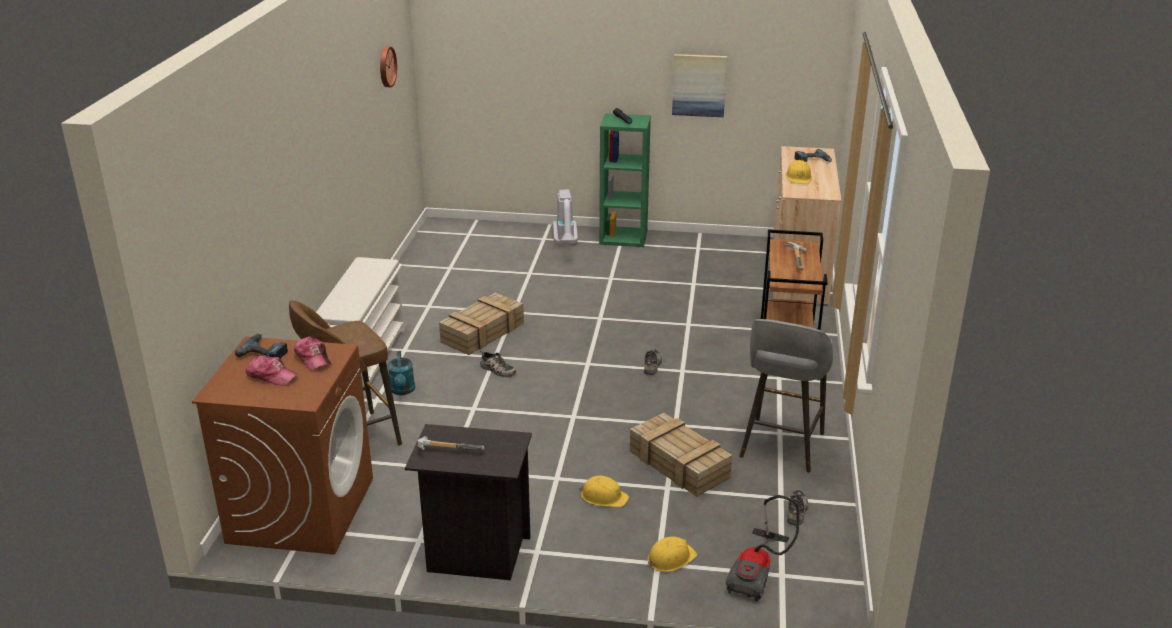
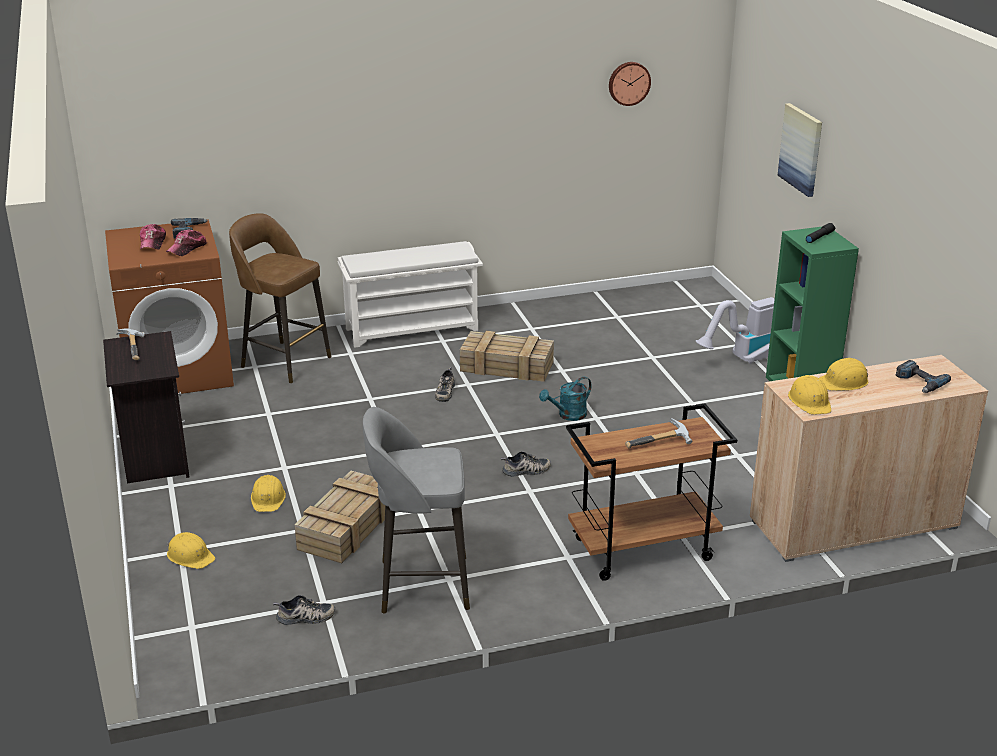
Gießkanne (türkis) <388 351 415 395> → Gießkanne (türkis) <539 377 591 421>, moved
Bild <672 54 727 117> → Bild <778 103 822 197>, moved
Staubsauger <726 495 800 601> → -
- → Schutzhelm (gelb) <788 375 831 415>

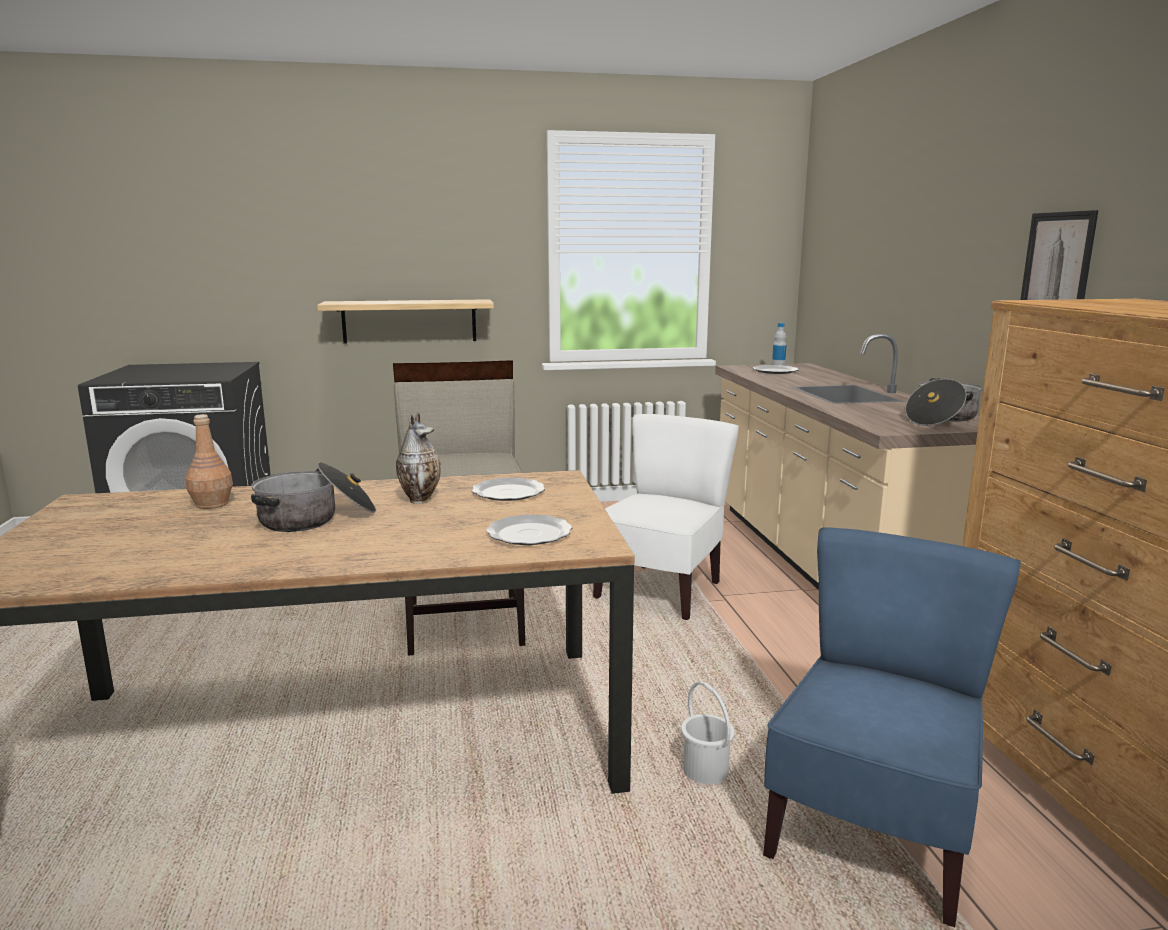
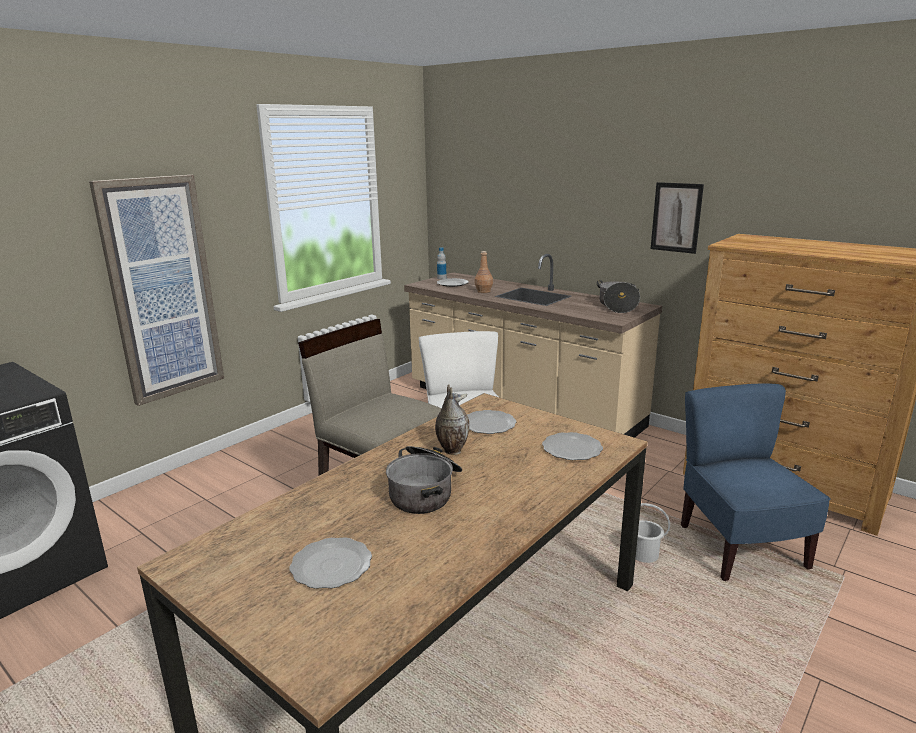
Flasche (braun) <186 414 233 509> → Flasche (braun) <474 251 493 293>, moved
Wandregal <317 299 494 344> → Bild <89 175 224 406>
- → Teller <289 537 372 589>

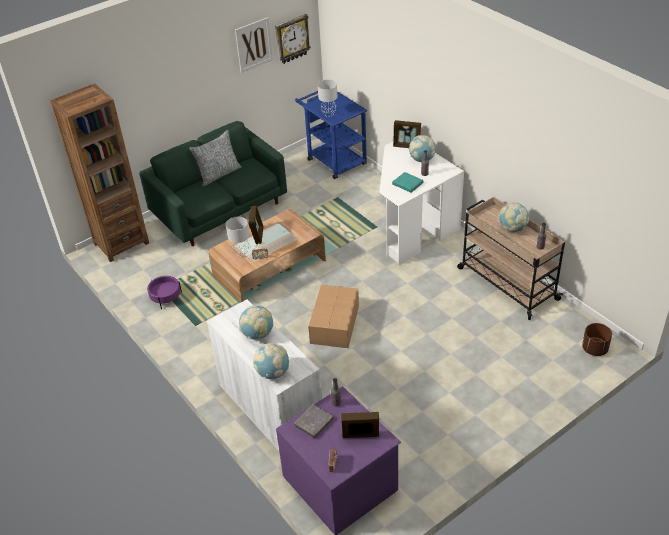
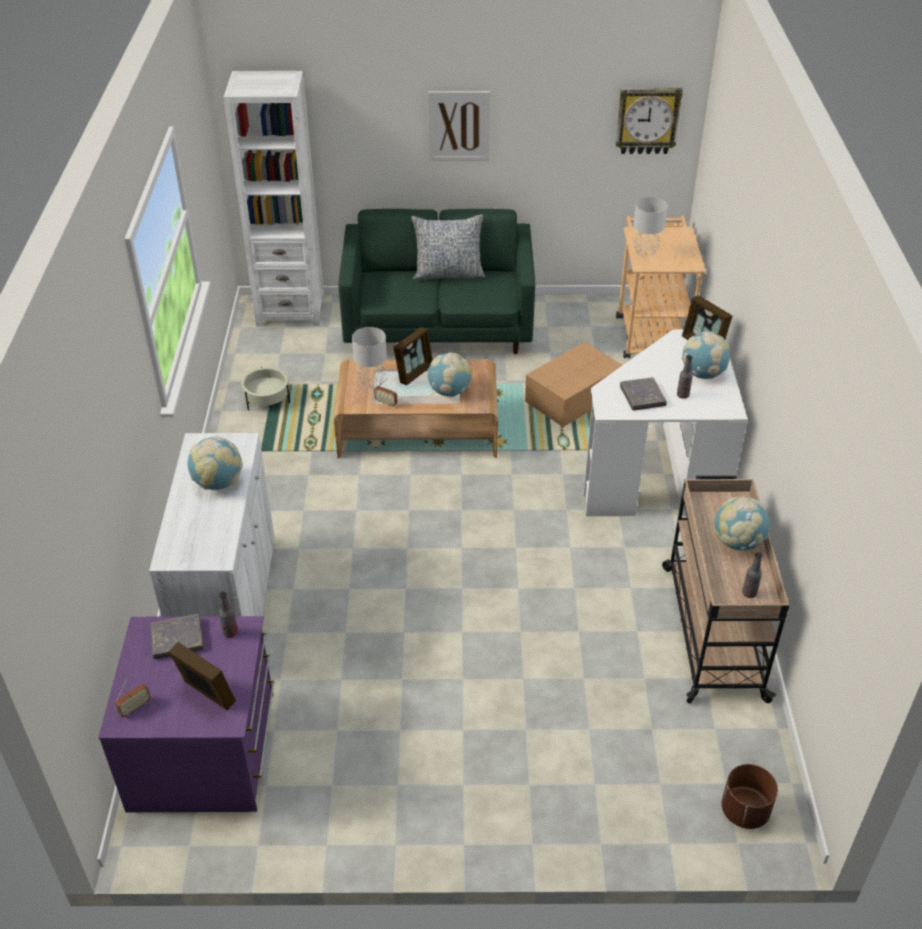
Bücherregal (braun) <50 84 149 262> → Bücherregal (weiß) <224 71 324 326>
Pflanzkübel (lila) <147 276 182 309> → Pflanzkübel (beige) <241 367 290 411>
Bild <235 17 273 73> → Bild <428 91 490 161>, moved
Globus <253 343 289 379> → Globus <427 352 472 397>, moved
Rollwagen (blau) <295 91 367 179> → Rollwagen (beige) <616 216 706 358>
Karton <308 285 359 348> → Karton <525 342 622 427>, moved
Buch (türkis) <392 172 423 193> → Buch (grau) <620 377 667 411>

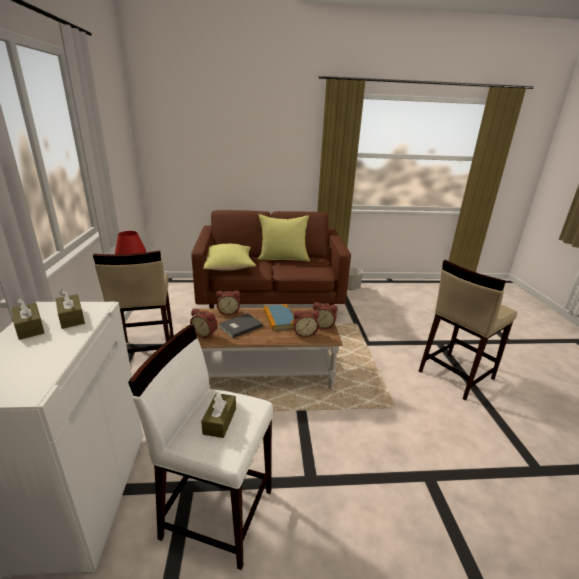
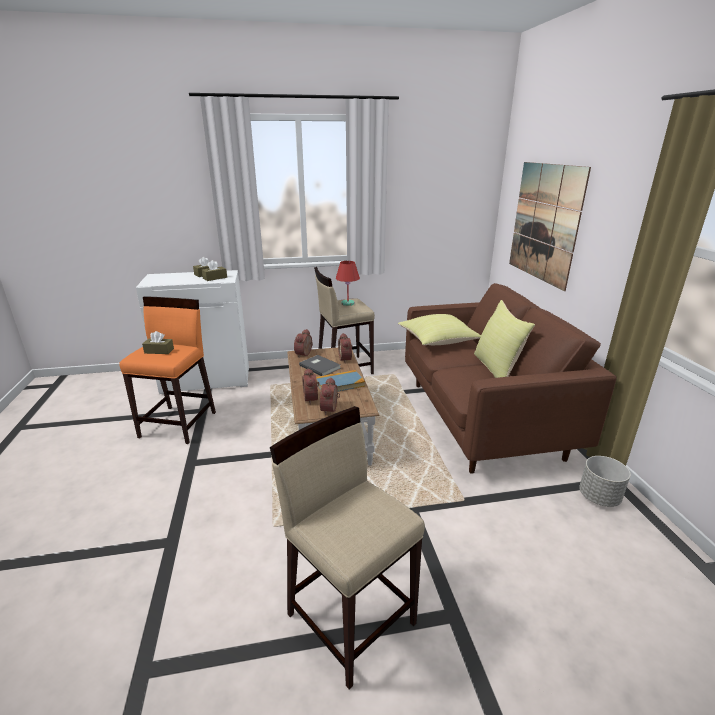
Hocker (weiß) <128 325 273 570> → Hocker (orange) <119 296 216 444>
- → Bild <509 162 591 291>

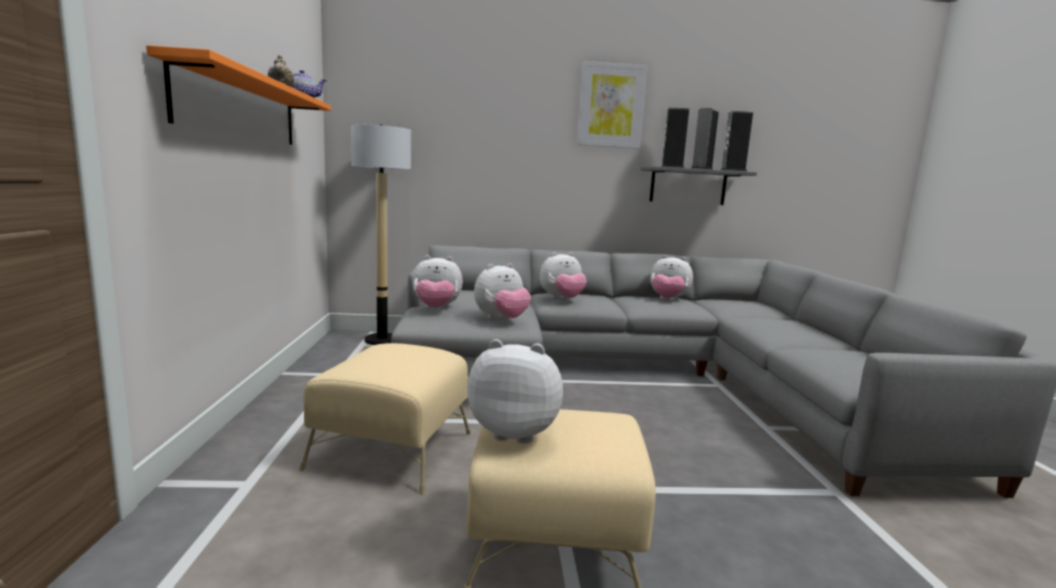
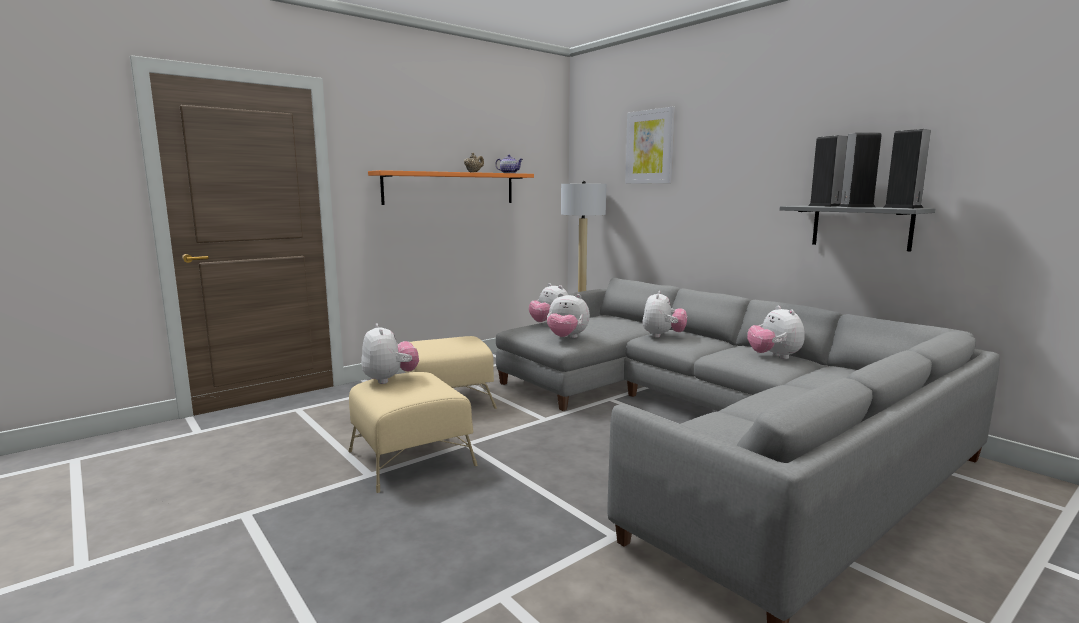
Plüschtier <540 252 587 299> → Plüschtier <642 291 687 338>, 105 degrees counterclockwise
Bild <577 61 648 149> → Bild <625 107 675 184>, moved

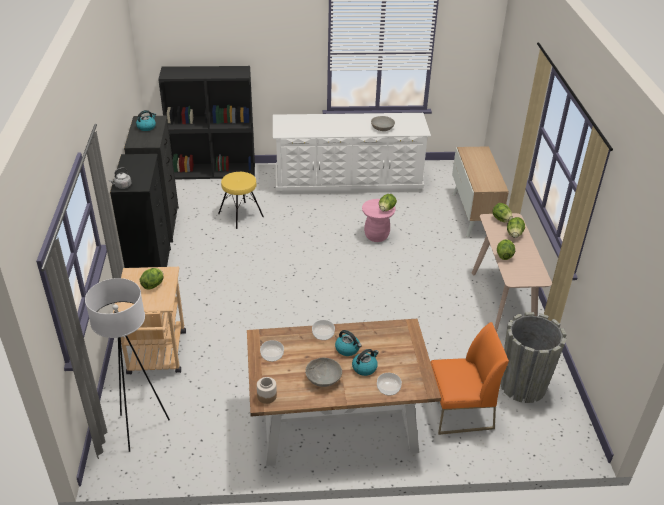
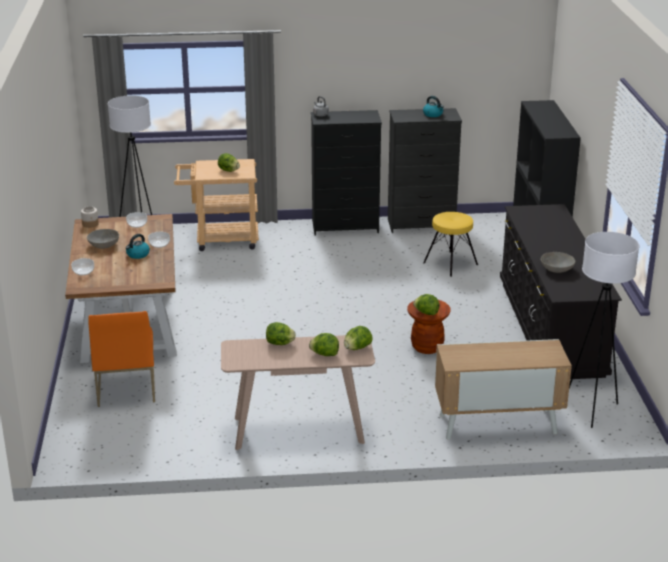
Kommode (weiß) <273 113 431 194> → Kommode (schwarz) <500 204 622 379>
Wasserkessel <352 349 379 376> → -
Hocker (rosa) <362 199 396 242> → Hocker (braun) <407 300 451 354>
Pflanzkübel (grau) <500 312 567 403> → -
- → Stehlampe (weiß) <569 232 639 428>

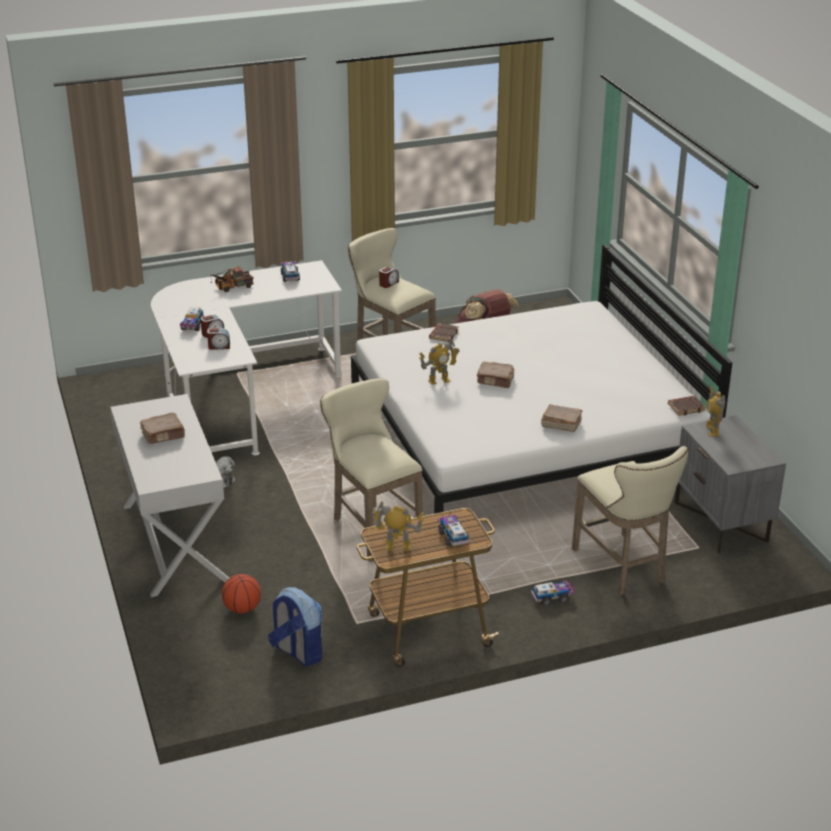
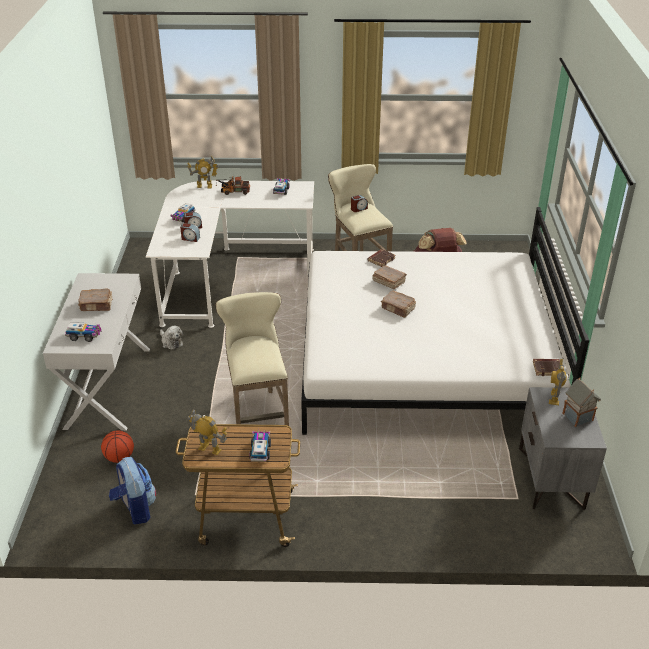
Spielzeugroboter <419 338 460 385> → Spielzeugroboter <187 155 219 188>, moved
Spielzeuglaster <531 580 574 606> → Spielzeuglaster <65 322 102 342>, moved
Buch (braun) <541 404 582 432> → Buch (braun) <372 265 407 289>, moved
Hocker (beige) <572 446 688 595> → -
- → Spielzeughaus <562 378 601 427>

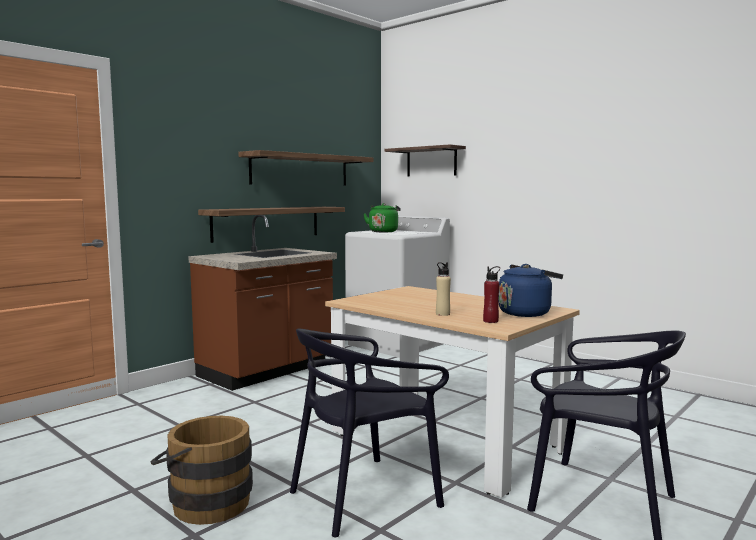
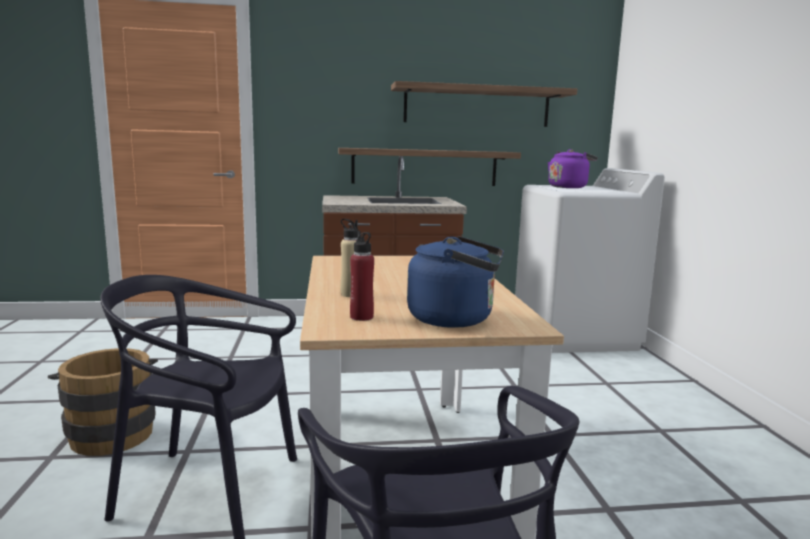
Wasserkessel (grün) <363 203 401 232> → Wasserkessel (lila) <548 149 598 188>
Wandregal <384 144 466 177> → -

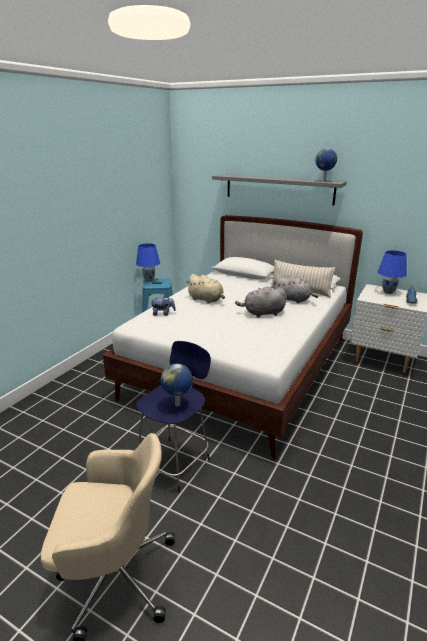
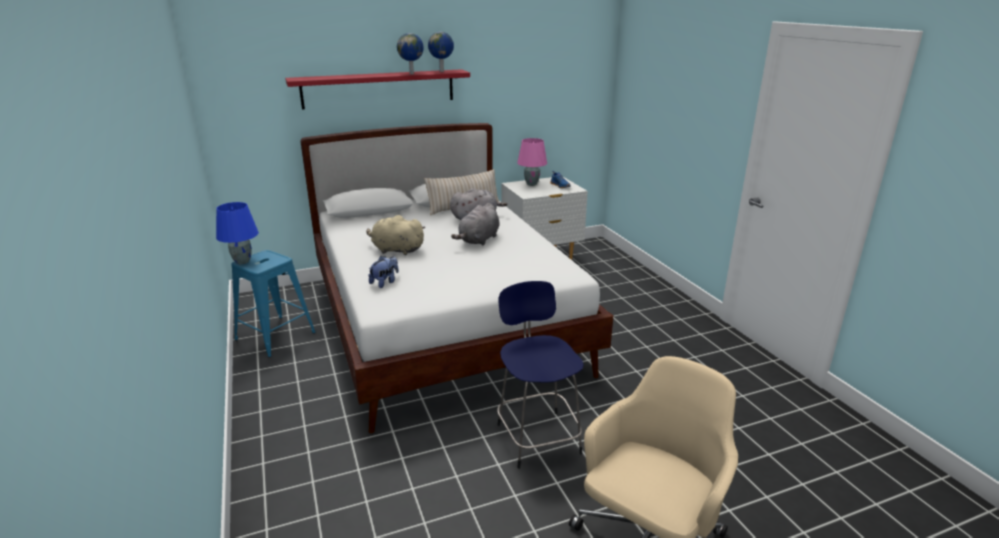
Globus <161 363 193 407> → Globus <397 33 424 74>, moved
Plüschtier (beige) <186 274 225 304> → Plüschtier (beige) <366 215 425 255>, 150 degrees counterclockwise
Wandregal (grau) <212 174 346 206> → Wandregal (rot) <285 69 470 110>
Tischlampe (blau) <378 250 407 294> → Tischlampe (rosa) <517 138 547 186>

